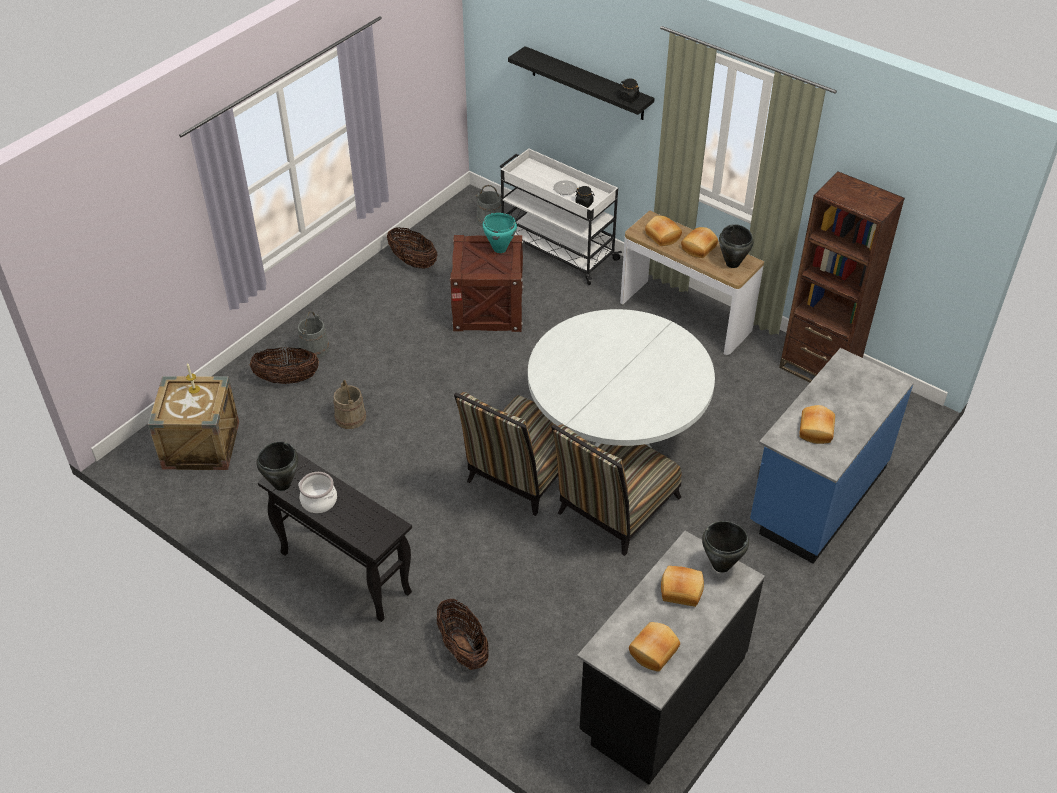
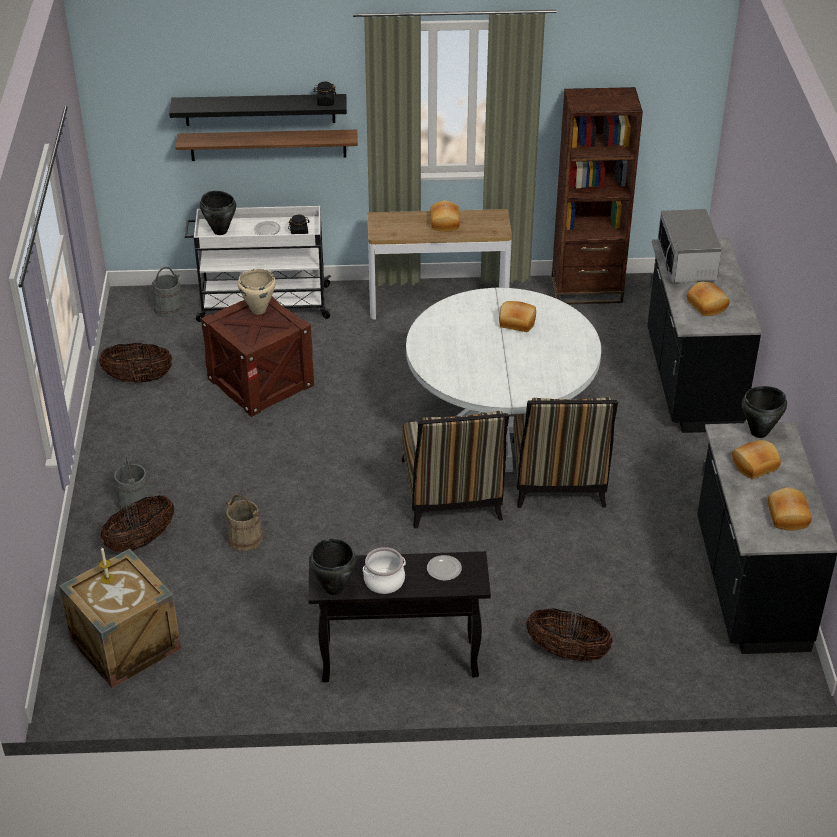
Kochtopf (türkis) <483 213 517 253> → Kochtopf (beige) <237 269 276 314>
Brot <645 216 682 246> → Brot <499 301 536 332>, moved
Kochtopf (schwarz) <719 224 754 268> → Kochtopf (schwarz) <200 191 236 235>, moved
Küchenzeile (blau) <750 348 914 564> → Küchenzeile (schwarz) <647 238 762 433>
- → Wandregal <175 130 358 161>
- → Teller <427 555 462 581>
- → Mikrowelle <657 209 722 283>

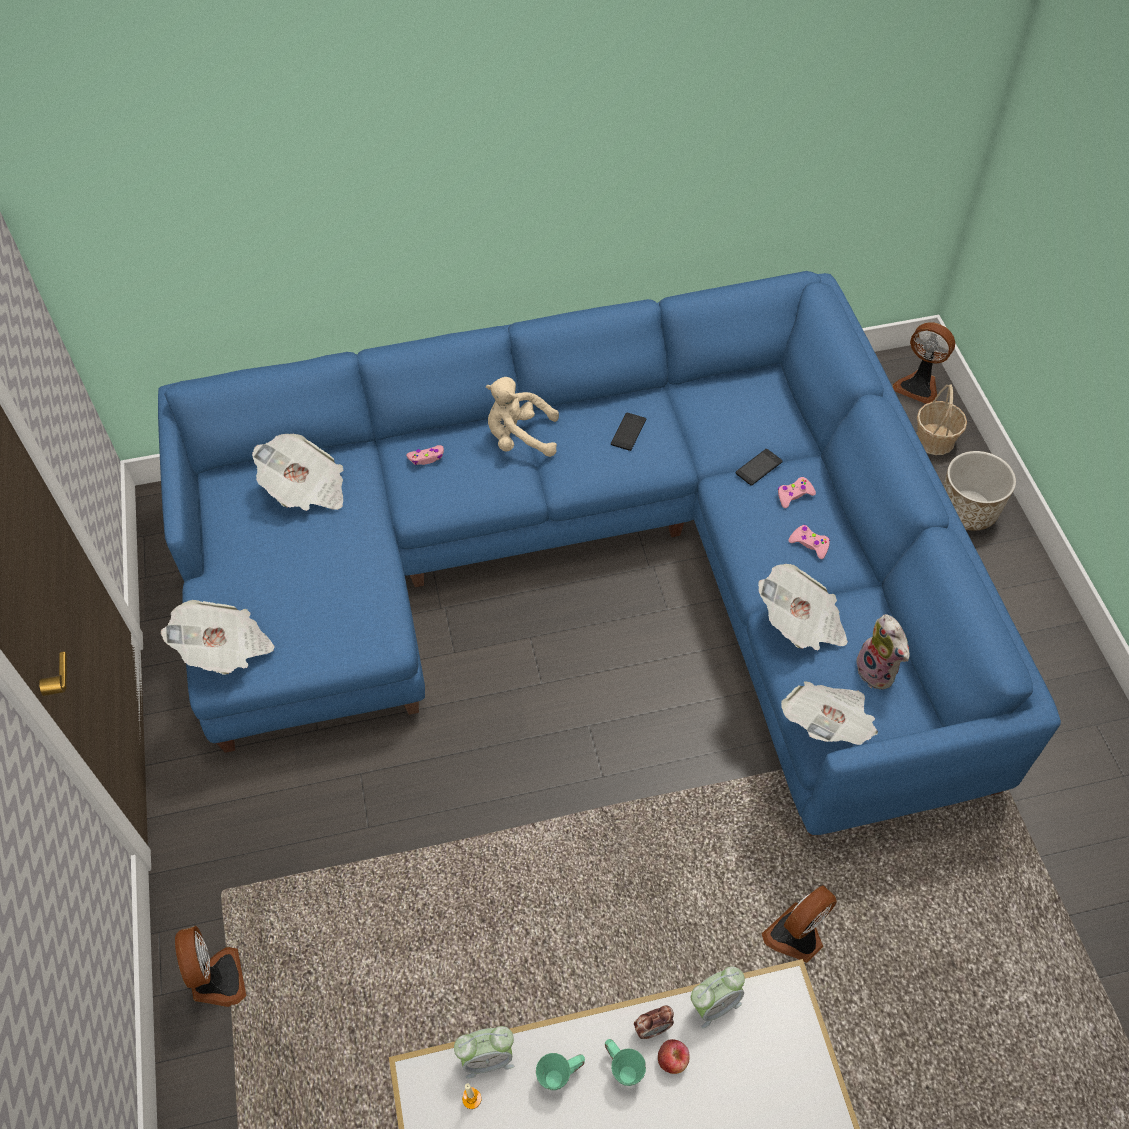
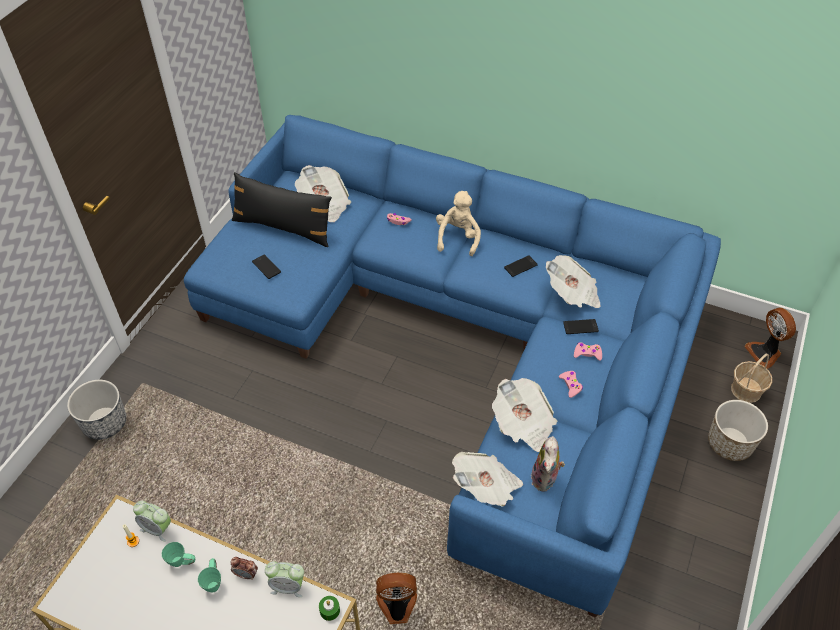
Zeitung <161 600 275 674> → Zeitung <546 255 601 308>, moved
Ventilator <175 926 246 1007> → Pflanzkübel <67 380 126 440>
Plüschtier (beige) <486 377 559 457> → Plüschtier (beige) <436 191 481 256>, 60 degrees clockwise
Apfel <658 1039 690 1074> → -
- → Kissen (schwarz) <232 172 332 247>
- → Handy <252 254 281 279>
- → Kerze (grün) <319 596 340 621>

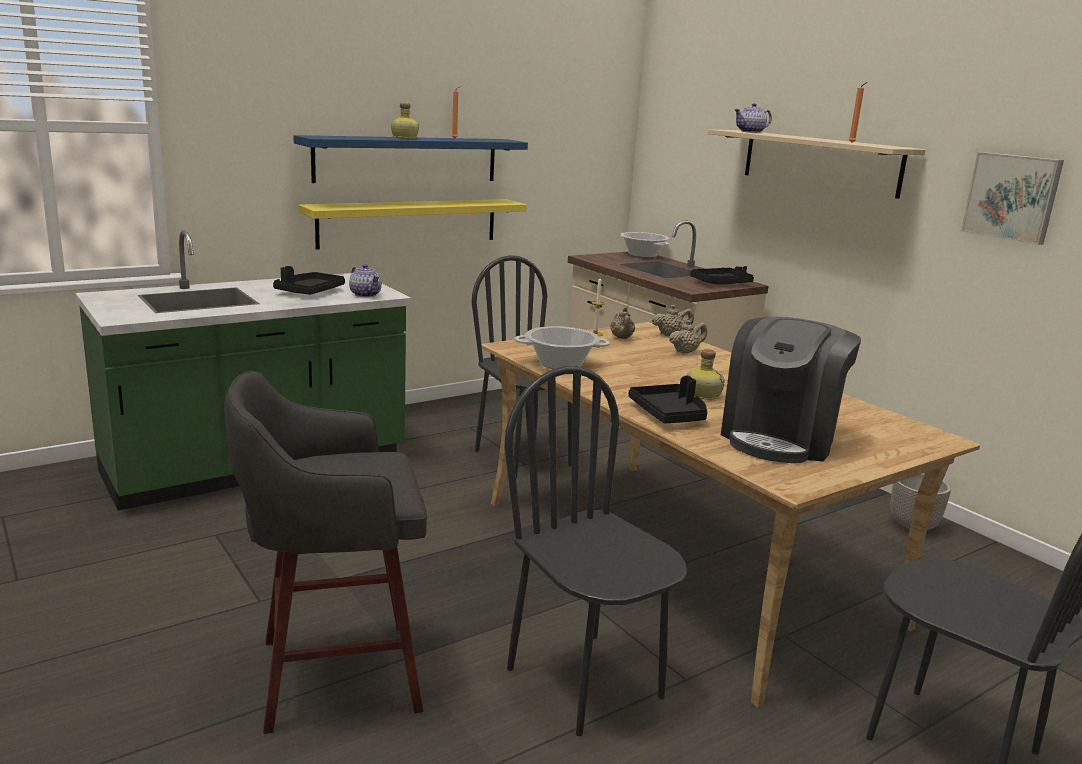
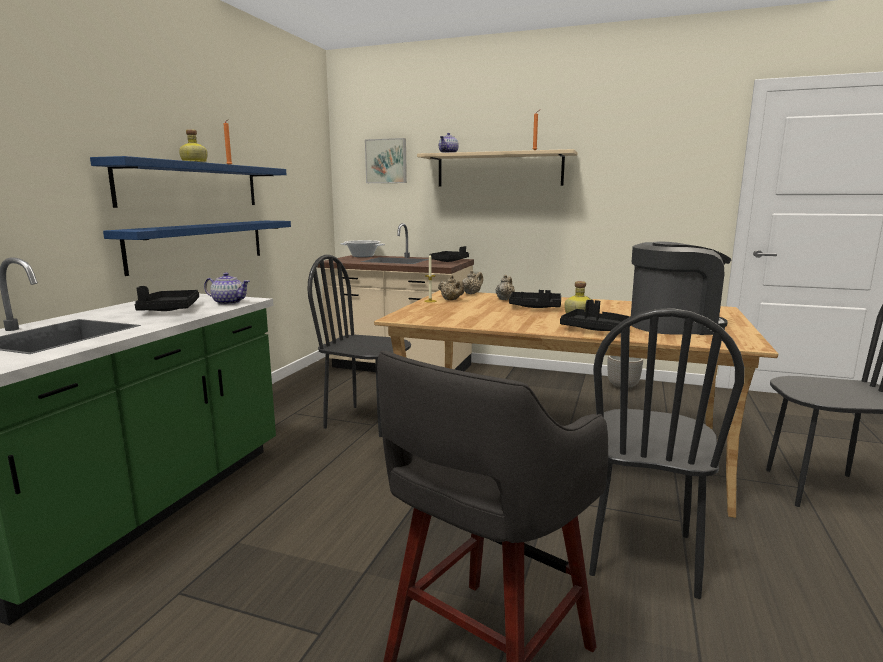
Wandregal (gelb) <298 199 527 250> → Wandregal (blau) <103 221 291 276>
Stuhl (schwarz) <504 366 687 736> → Stuhl (schwarz) <589 308 745 599>, 90 degrees counterclockwise
Kochtopf <514 326 610 369> → -
Kaffeemaschine <721 317 861 463> → Kaffeemaschine <631 242 731 335>, 90 degrees counterclockwise
Bild <961 152 1064 245> → Bild <365 138 407 183>, moved
- → Tablett (schwarz) <509 290 561 308>

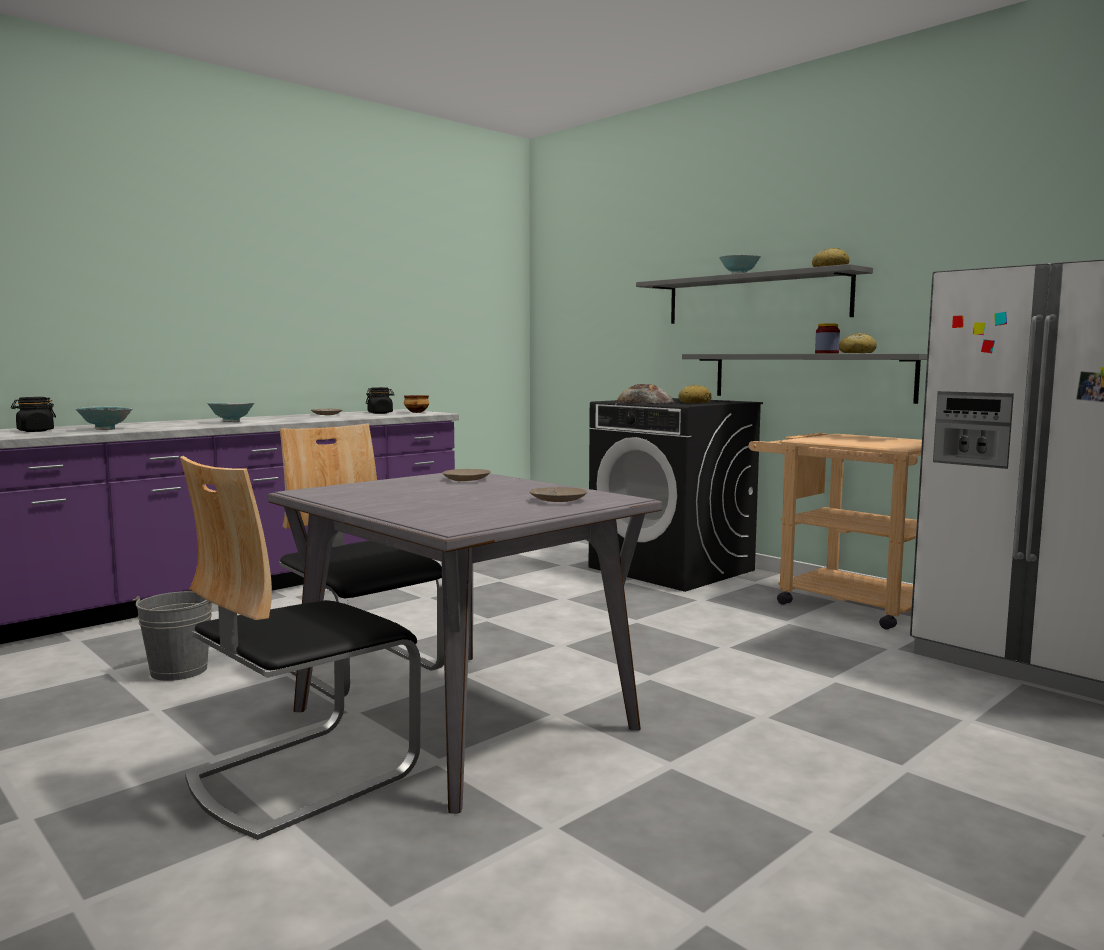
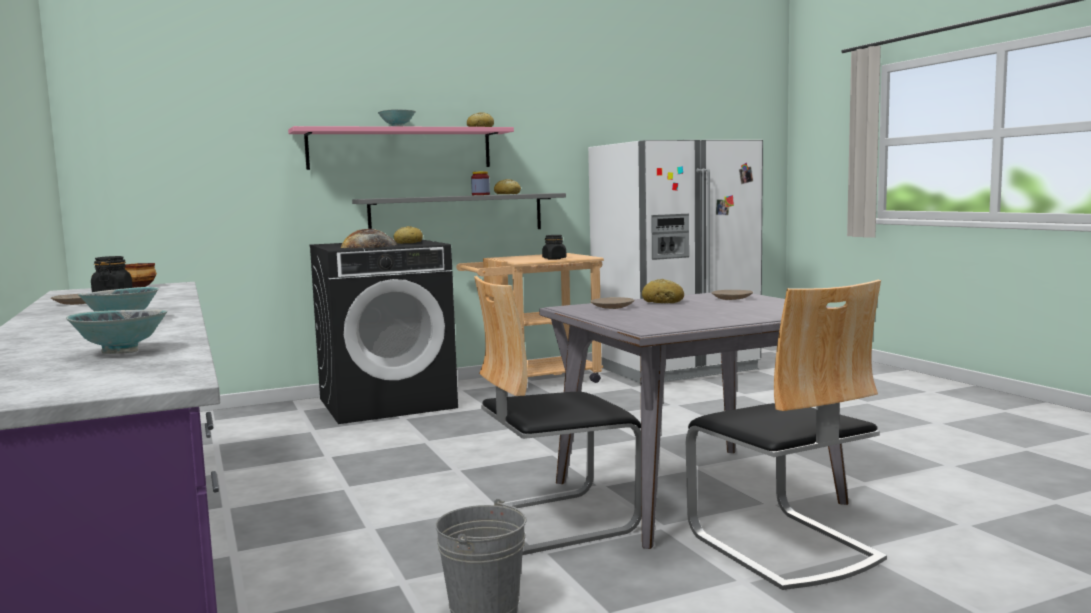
Vorratsglas (schwarz) <11 397 56 432> → Vorratsglas (schwarz) <542 235 567 260>, moved
Wandregal (grau) <636 264 873 324> → Wandregal (rosa) <288 126 514 170>
- → Brot <642 279 684 303>

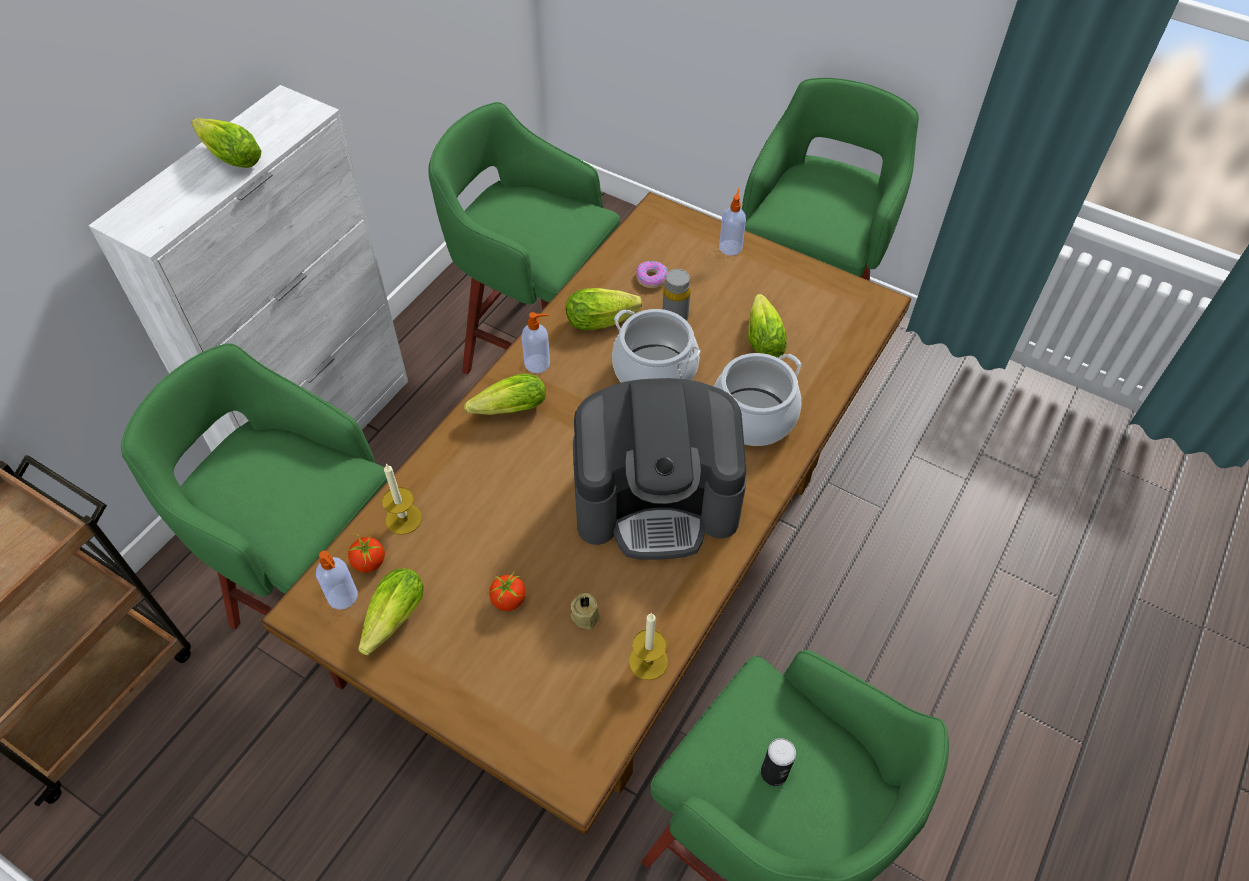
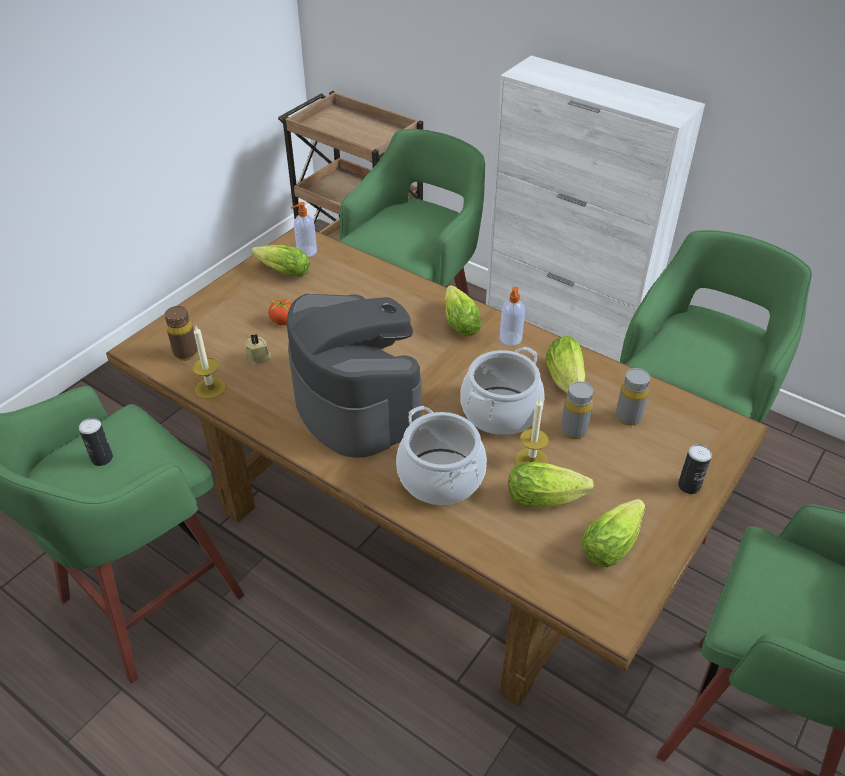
Salatkopf <191 118 261 168> → Salatkopf <581 499 645 567>, moved
Tomate <347 530 385 573> → -
Kerze <382 463 422 535> → Kerze <515 398 549 465>, moved
Kaffeemaschine <573 378 746 560> → Kaffeemaschine <287 294 422 458>, 150 degrees clockwise
Donut <636 261 668 288> → Flasche (grau) <616 368 650 426>
Seifenspender <719 188 746 255> → Dose <678 444 712 494>
- → Flasche (braun) <165 306 198 361>

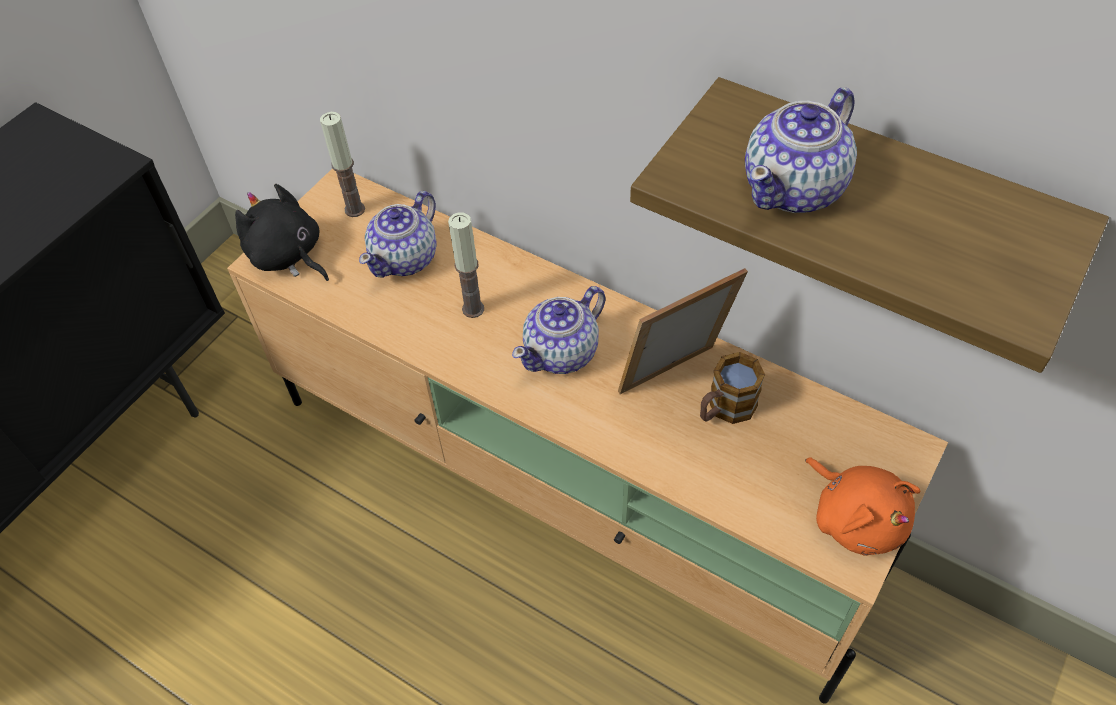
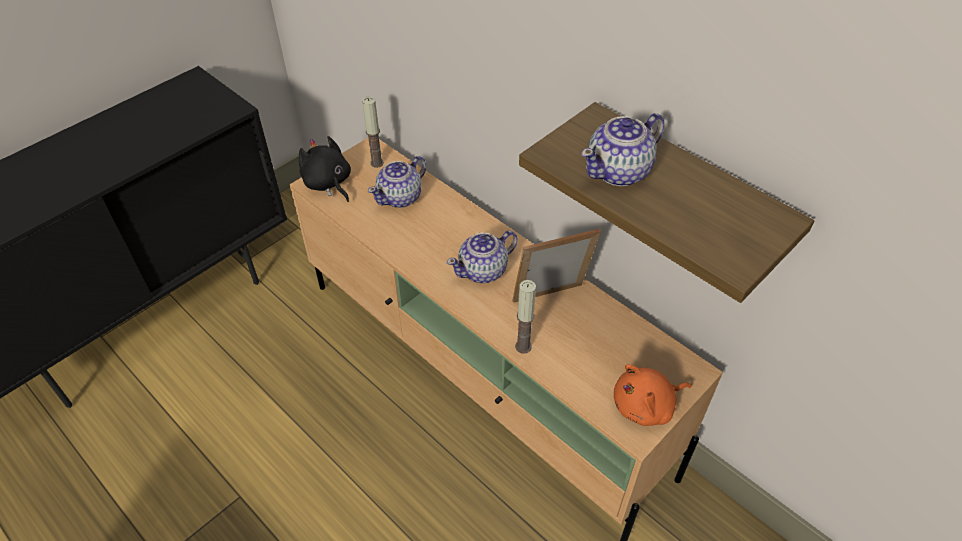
Kerze <448 212 484 318> → Kerze <515 280 536 354>, moved
Henkelbecher <700 352 765 424> → -
Plüschtier (orange) <805 457 921 555> → Plüschtier (orange) <614 364 691 426>, 90 degrees clockwise

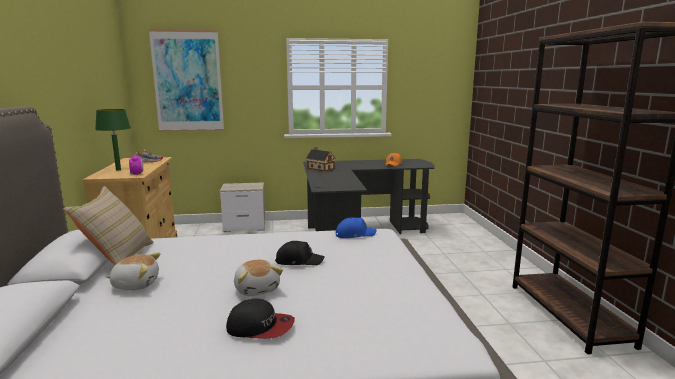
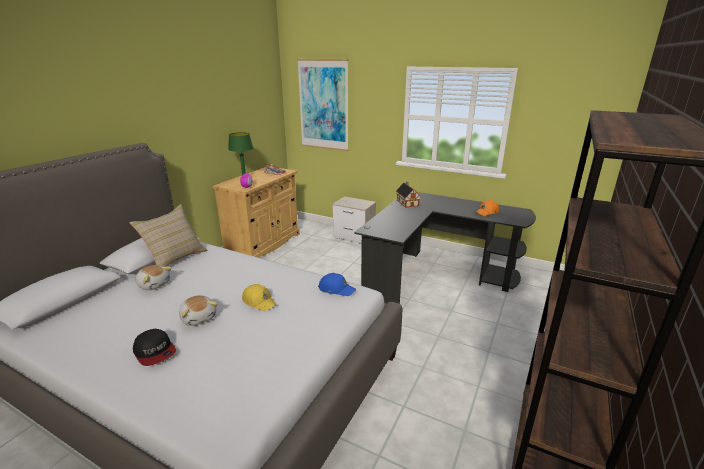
Plüschtier <234 259 283 296> → Plüschtier <179 295 218 326>, 45 degrees counterclockwise
Kappe (schwarz) <275 241 325 265> → Kappe (gelb) <242 284 277 311>

